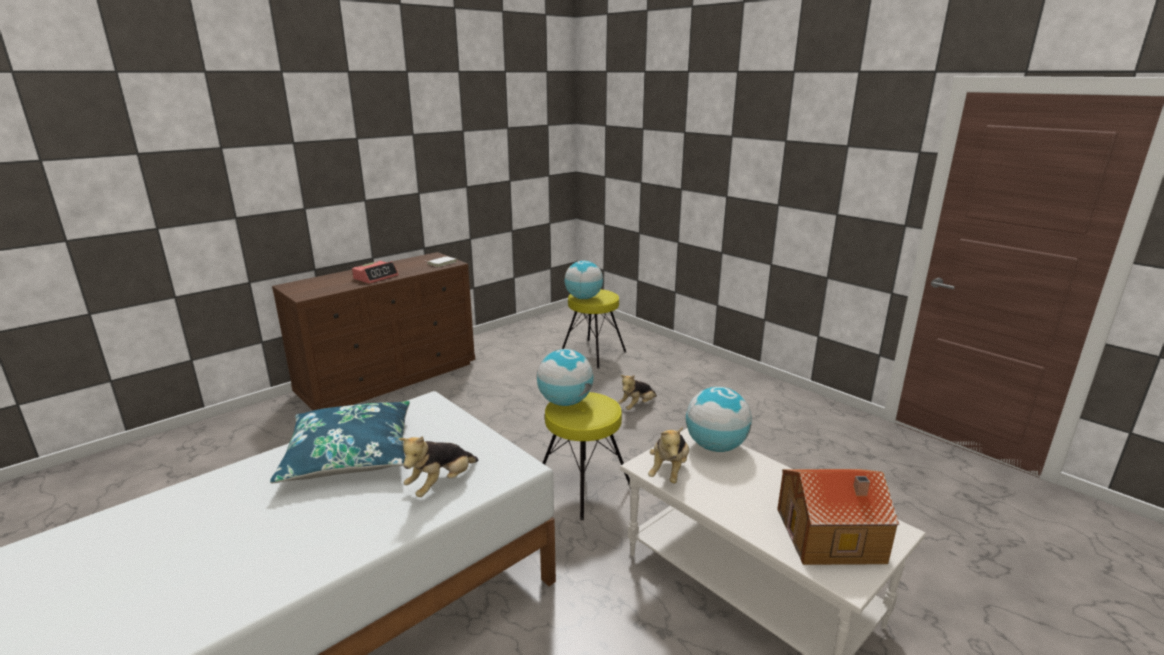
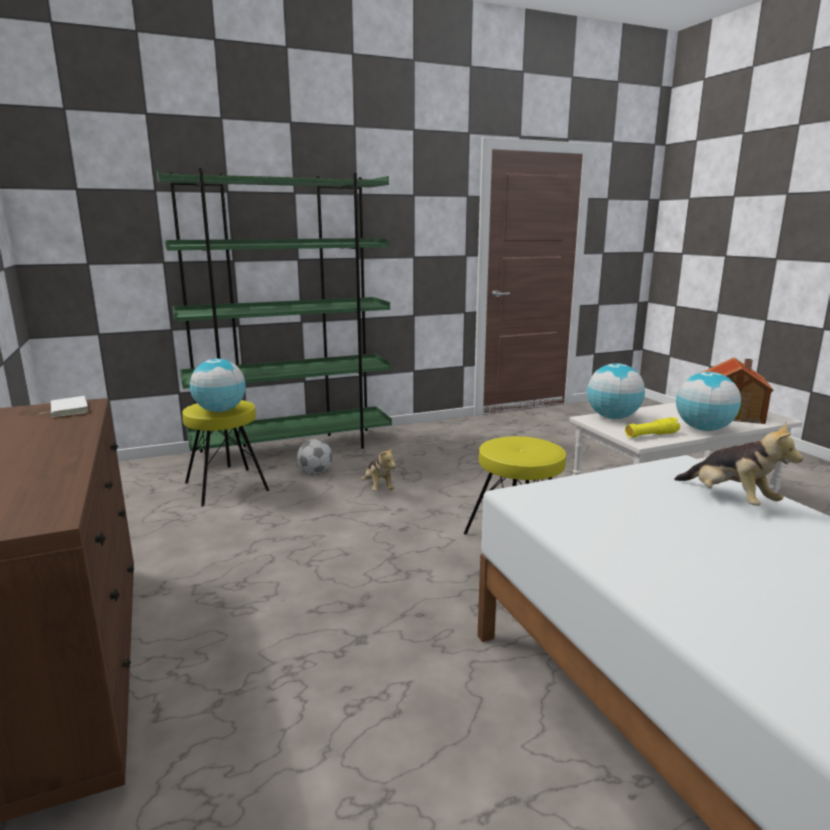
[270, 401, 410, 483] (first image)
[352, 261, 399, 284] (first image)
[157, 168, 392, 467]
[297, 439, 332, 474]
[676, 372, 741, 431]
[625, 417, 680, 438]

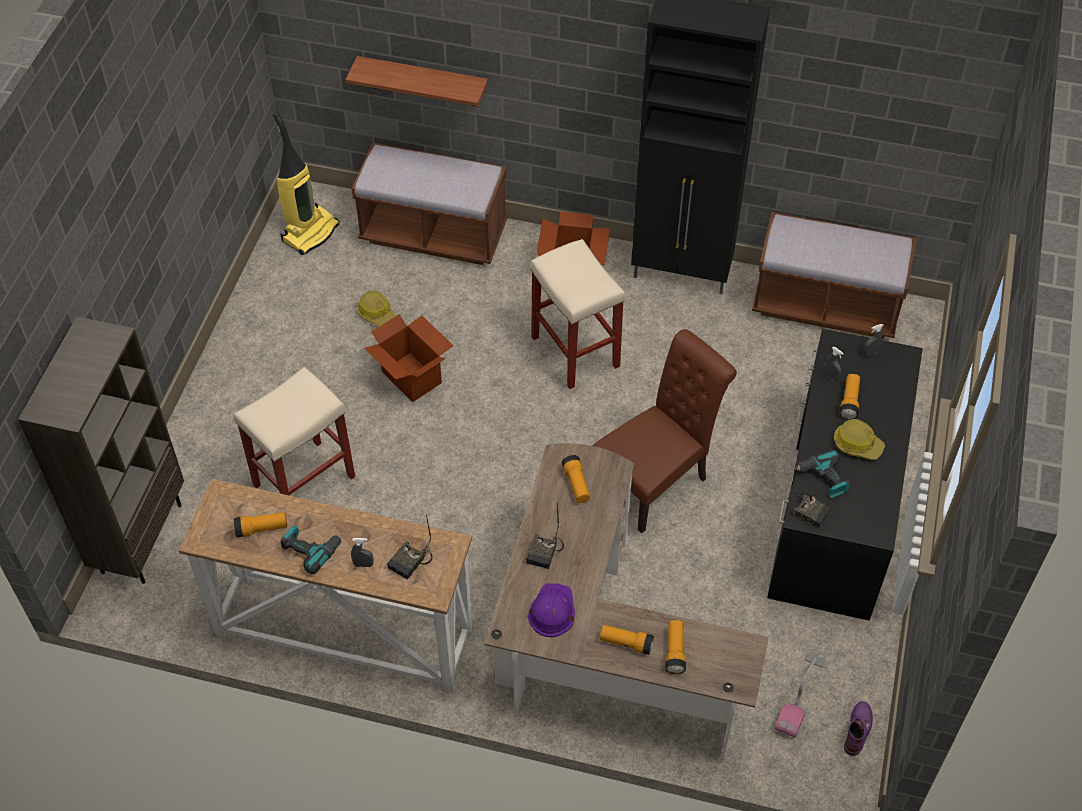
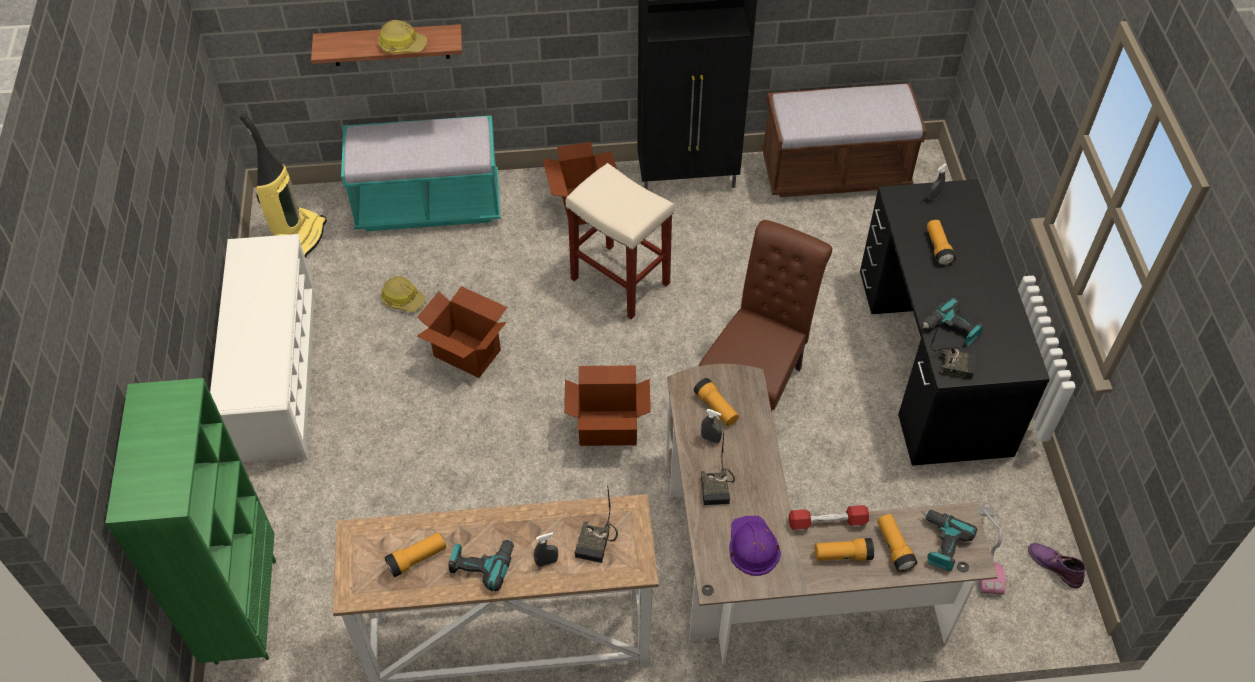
[234, 367, 355, 495] (first image)
[210, 234, 317, 462]
[564, 365, 651, 446]
[789, 505, 869, 530]
[922, 510, 977, 571]
[701, 409, 722, 443]
[378, 20, 427, 53]
[106, 378, 276, 665]
[341, 115, 501, 231]
[1028, 543, 1086, 588]

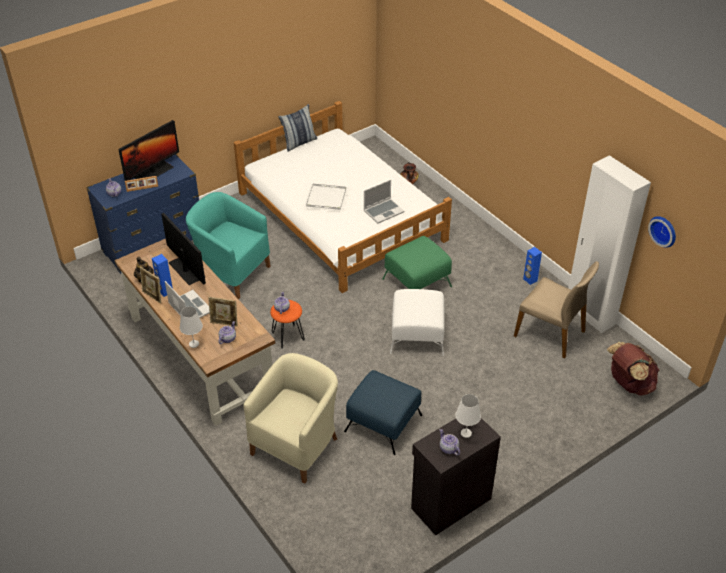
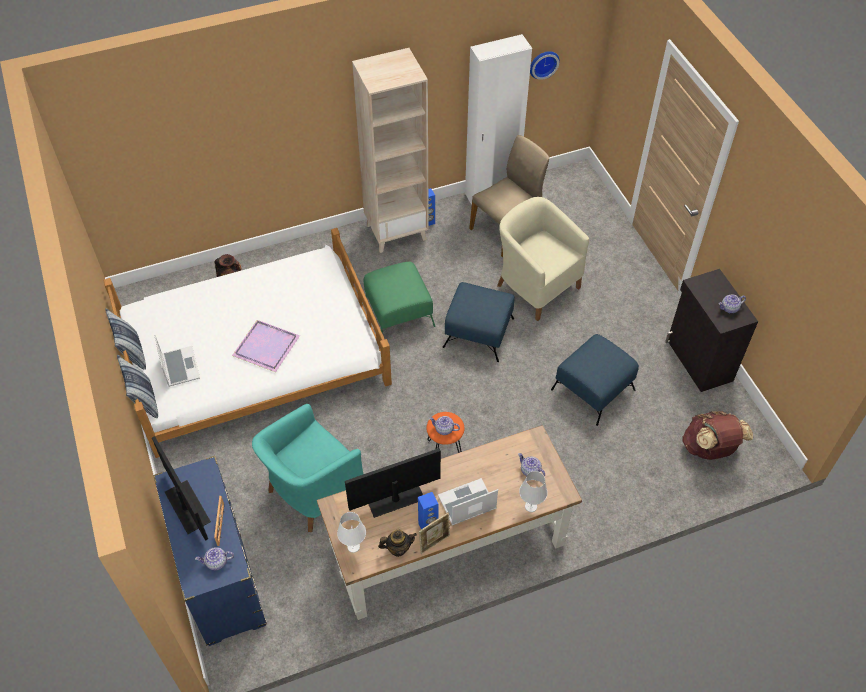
[208, 297, 238, 327] (first image)
[117, 355, 158, 418]
[352, 48, 429, 253]
[497, 197, 589, 321]
[155, 335, 200, 387]
[337, 512, 366, 553]
[682, 411, 753, 460]
[232, 320, 300, 372]
[443, 282, 515, 362]

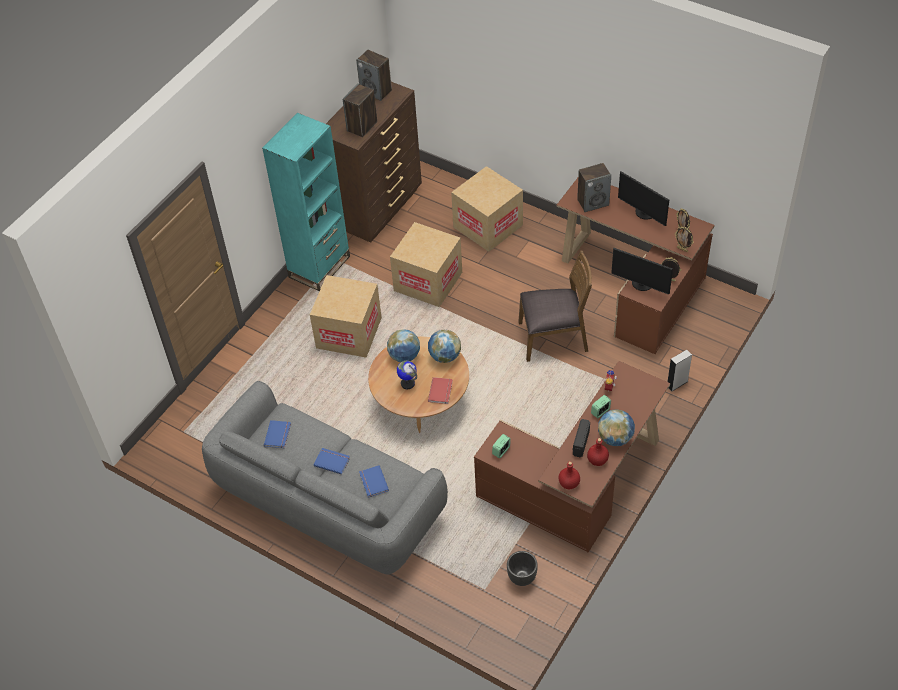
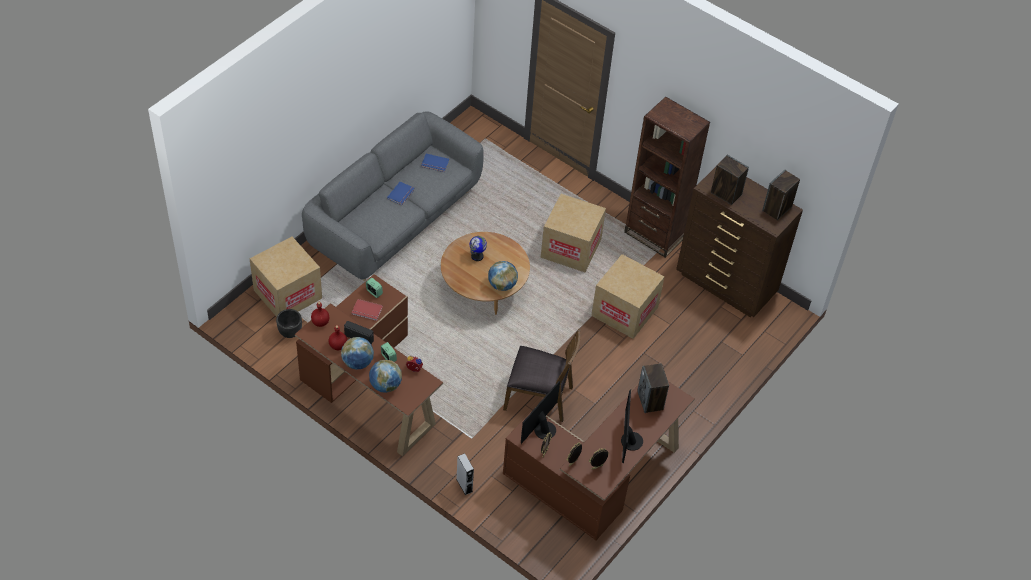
[359, 465, 389, 498] (first image)
[369, 360, 402, 393]
[351, 299, 383, 321]
[250, 237, 322, 317]
[624, 97, 710, 258]
[503, 329, 581, 422]
[621, 389, 643, 464]

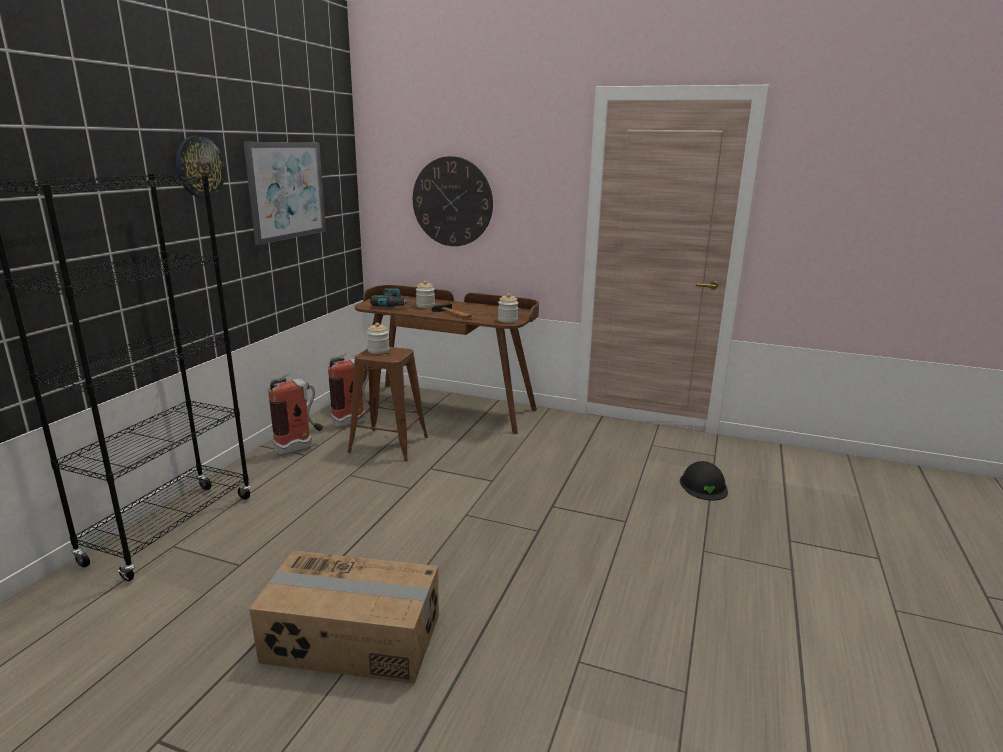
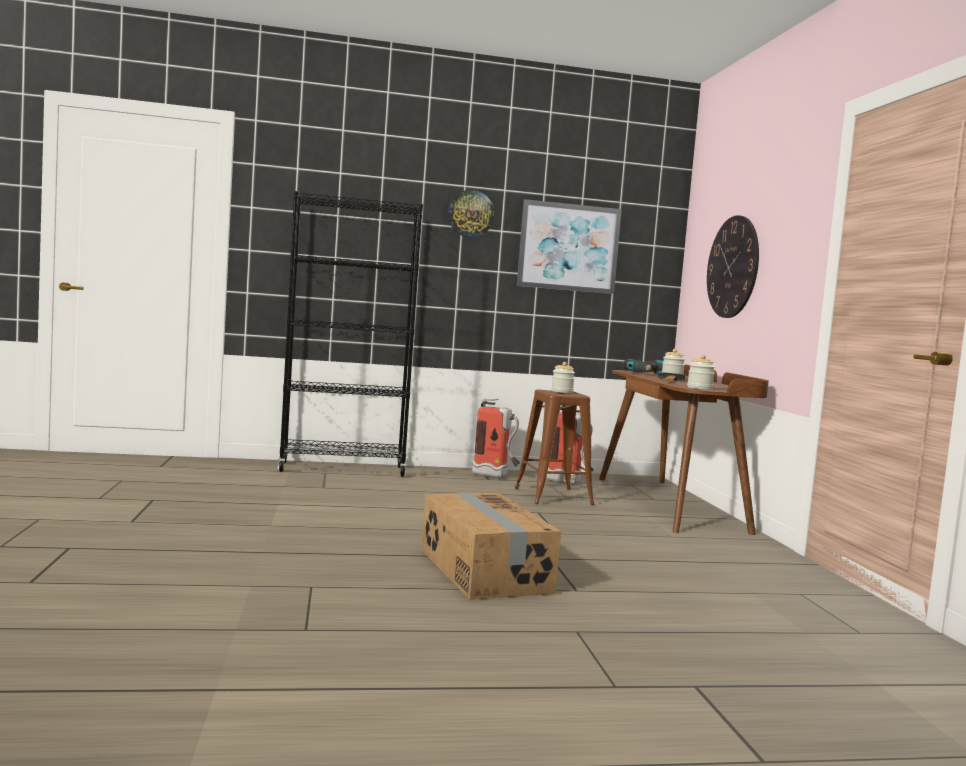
[680, 461, 728, 501] (first image)
[421, 493, 561, 600]

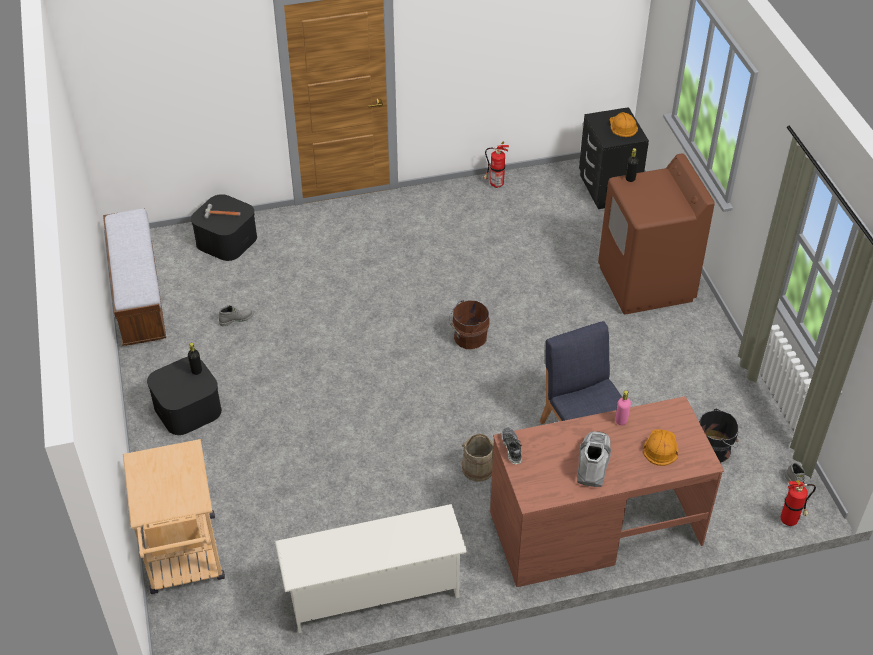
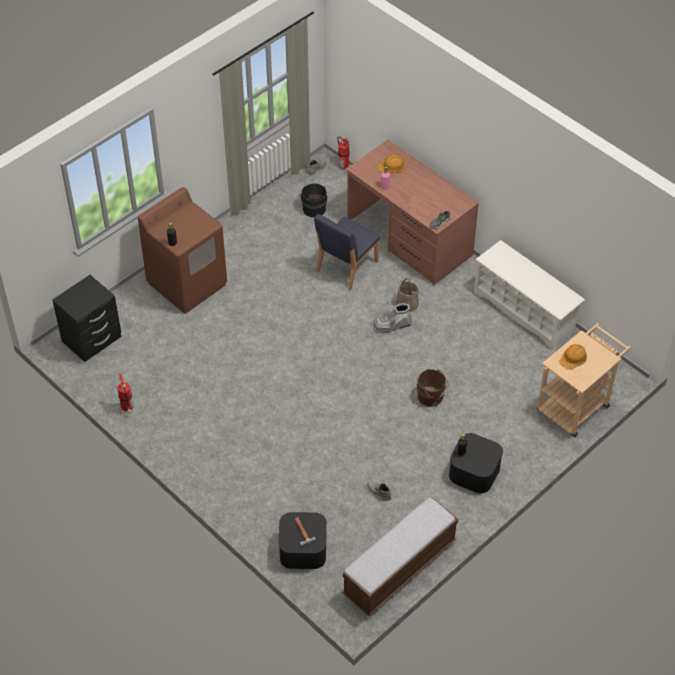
[417, 369, 448, 407]
[374, 303, 412, 332]
[559, 344, 587, 370]

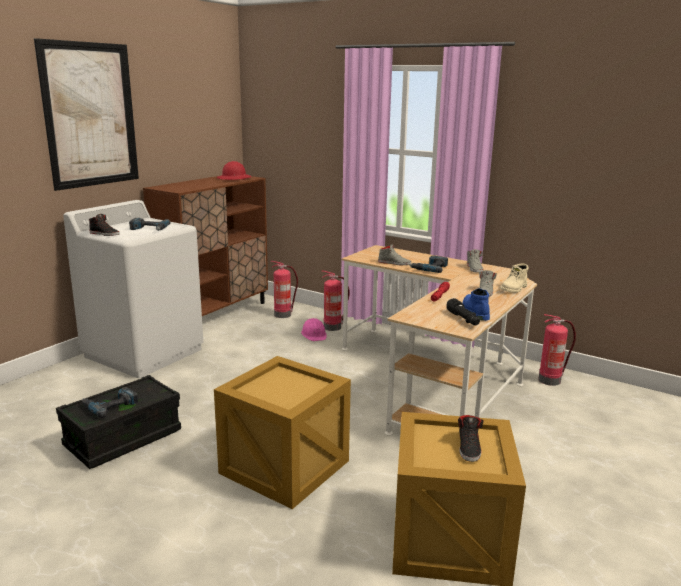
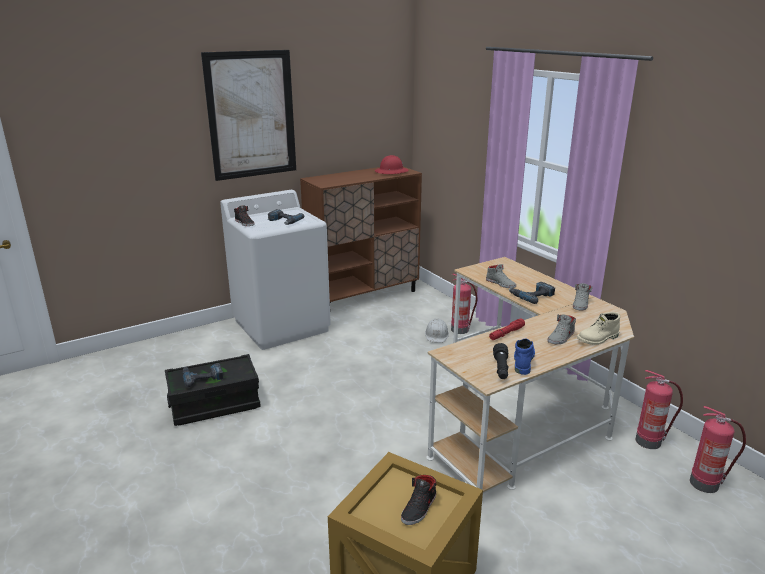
[214, 356, 351, 509] (first image)
[690, 406, 746, 493]
[425, 318, 449, 343]

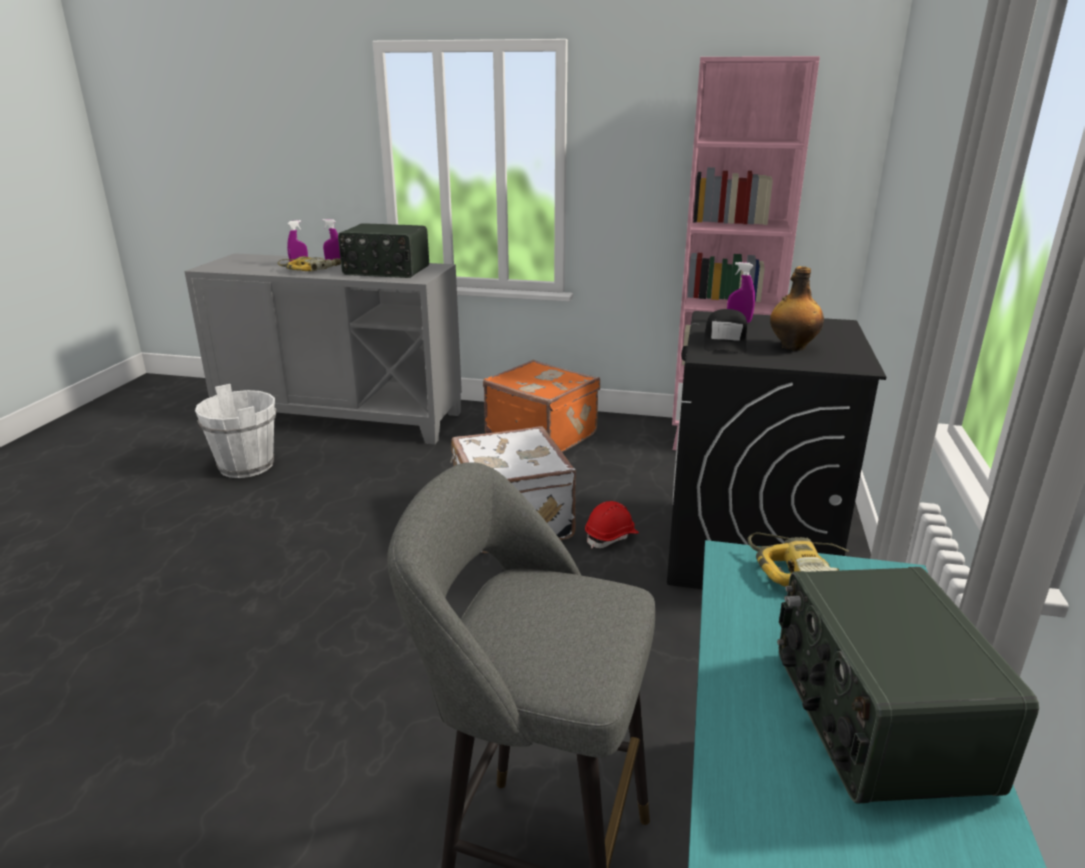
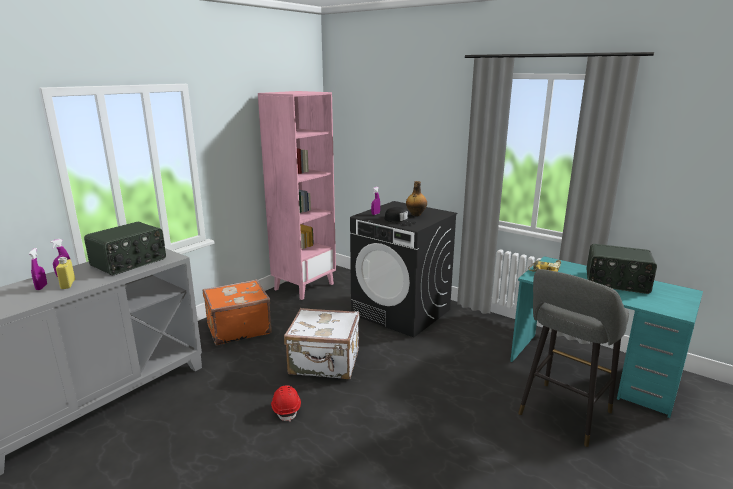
[195, 384, 277, 478] (first image)
[271, 385, 301, 422]
[56, 257, 75, 289]

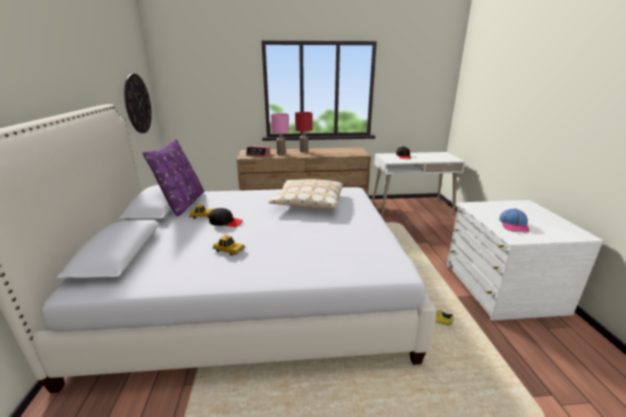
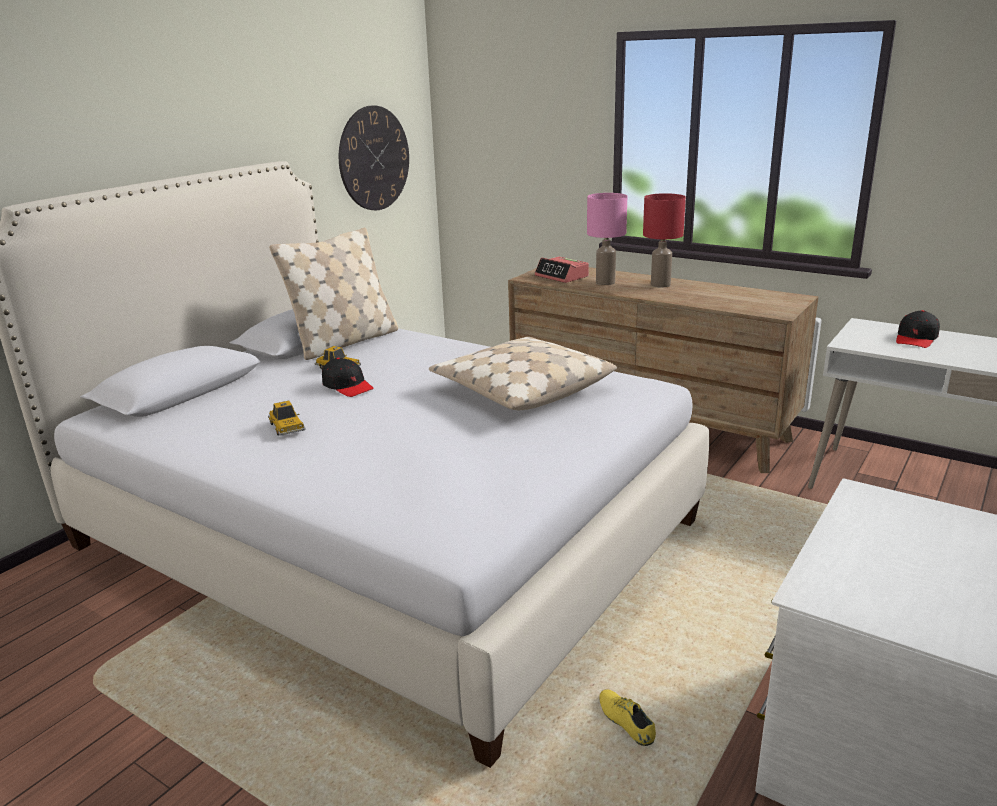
[499, 208, 530, 233] (first image)
[269, 227, 398, 360]

